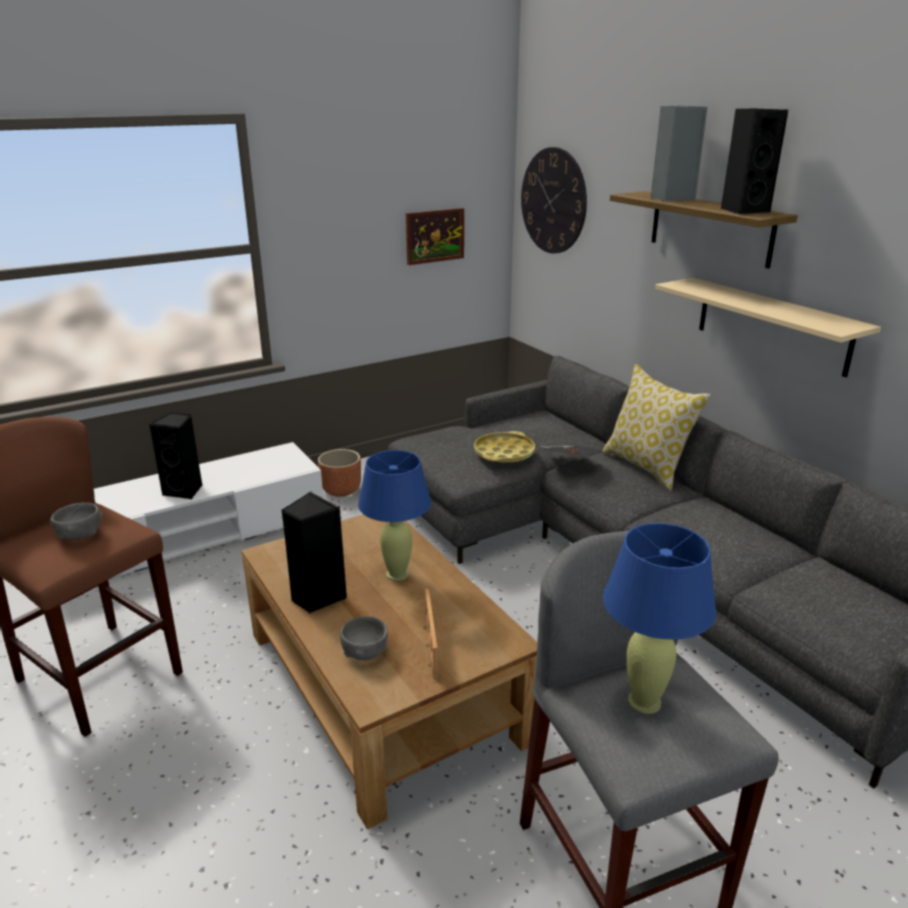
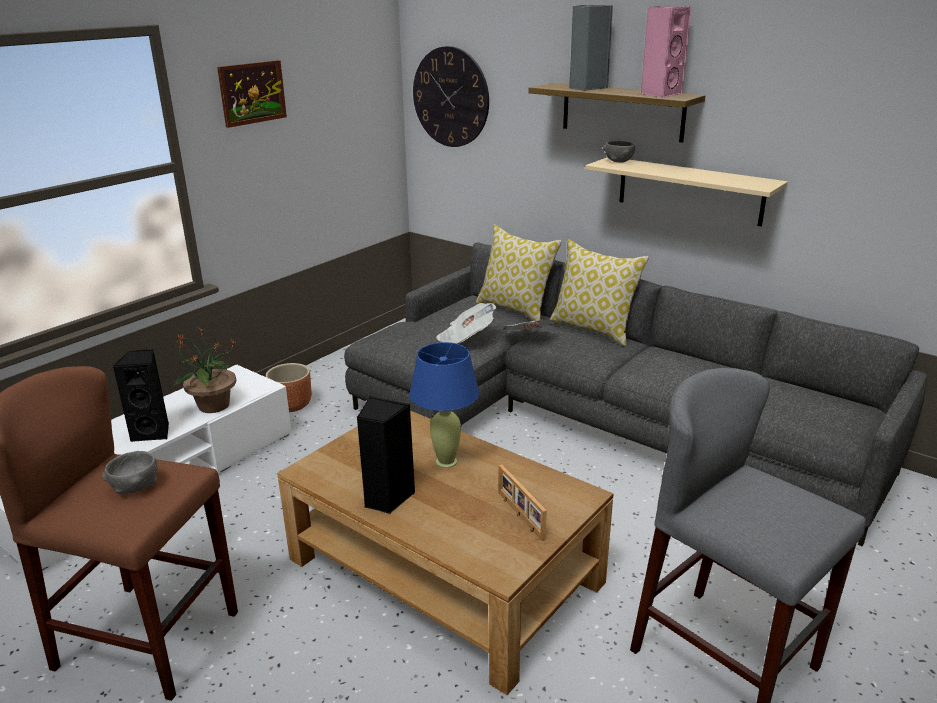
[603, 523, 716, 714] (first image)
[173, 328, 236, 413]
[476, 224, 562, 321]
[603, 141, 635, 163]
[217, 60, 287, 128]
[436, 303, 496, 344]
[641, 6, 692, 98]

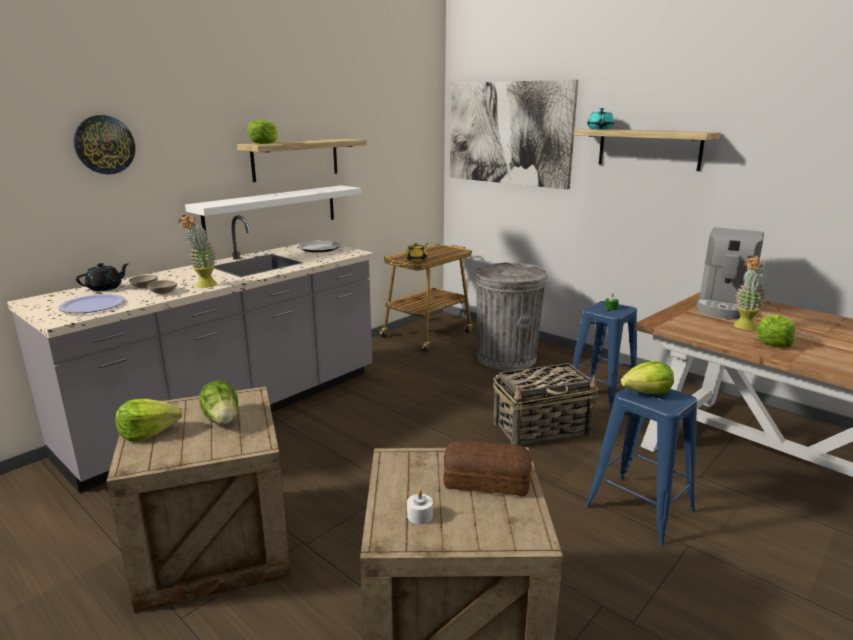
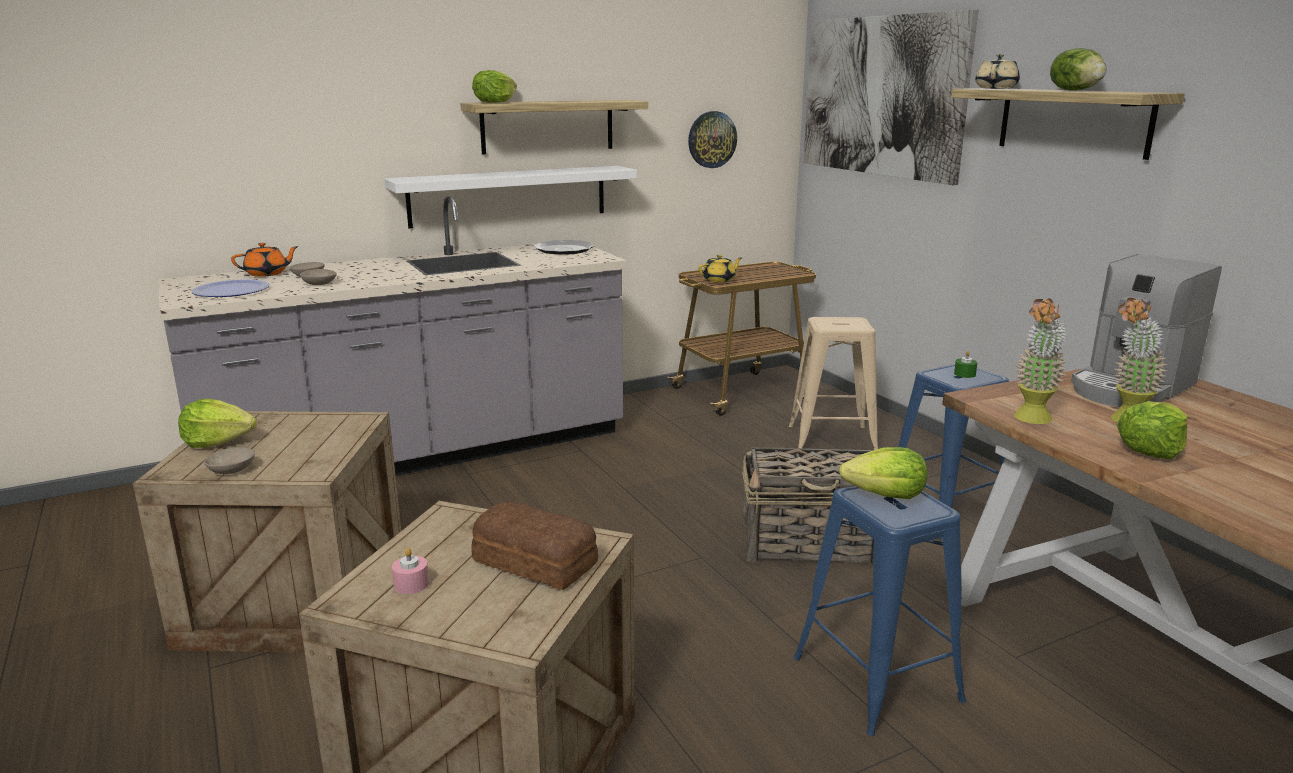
[204, 447, 255, 474]
[688, 111, 737, 168]
[1014, 298, 1066, 424]
[1050, 48, 1106, 91]
[789, 317, 878, 450]
[231, 243, 299, 277]
[392, 548, 429, 594]
[975, 54, 1020, 89]

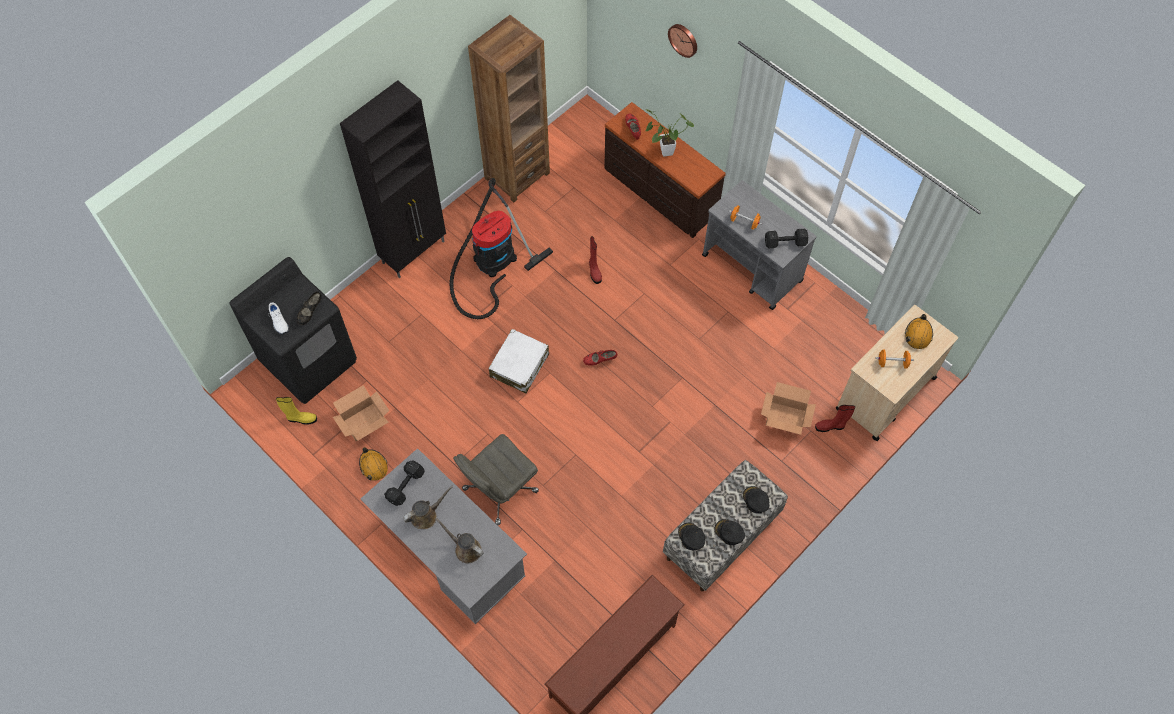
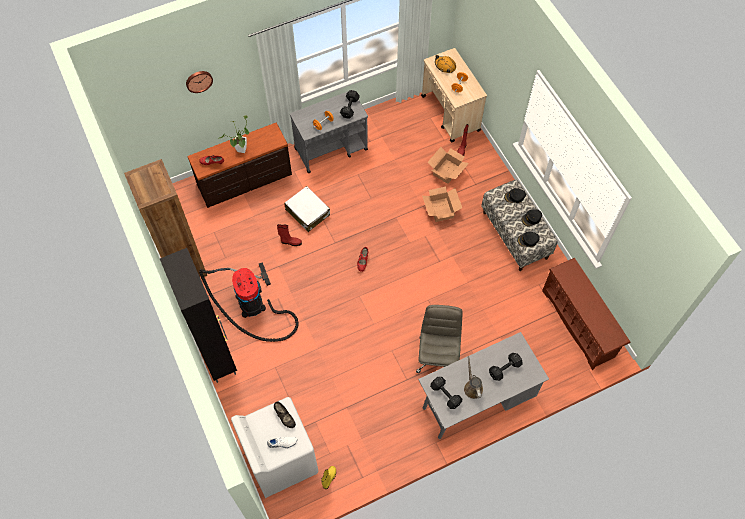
[359, 447, 388, 481] (first image)
[422, 187, 462, 222]
[285, 186, 330, 232]
[489, 353, 523, 381]
[231, 397, 318, 498]
[416, 305, 463, 373]

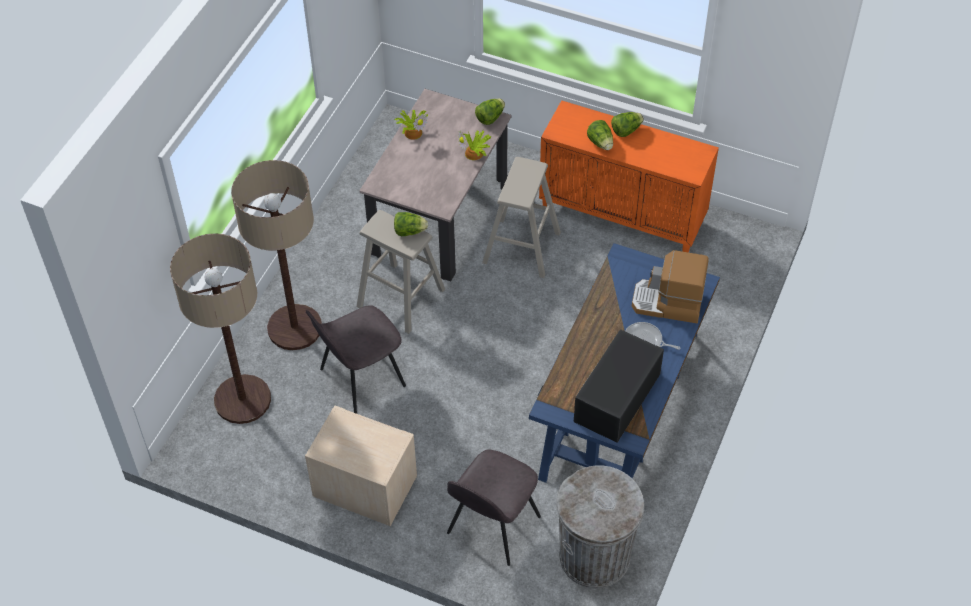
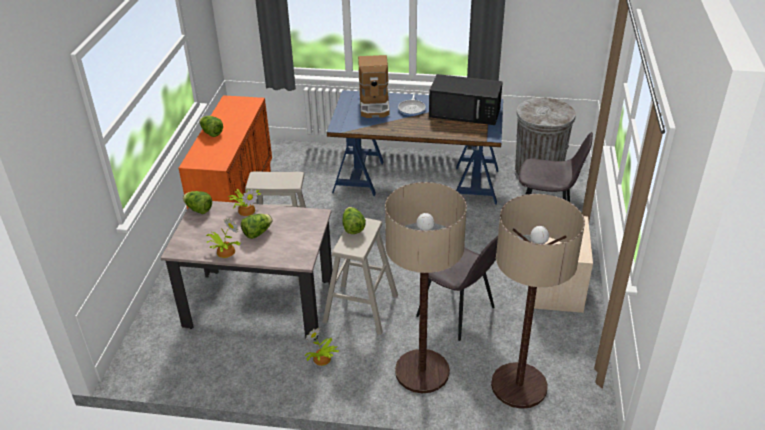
[305, 328, 339, 366]
[241, 214, 273, 239]

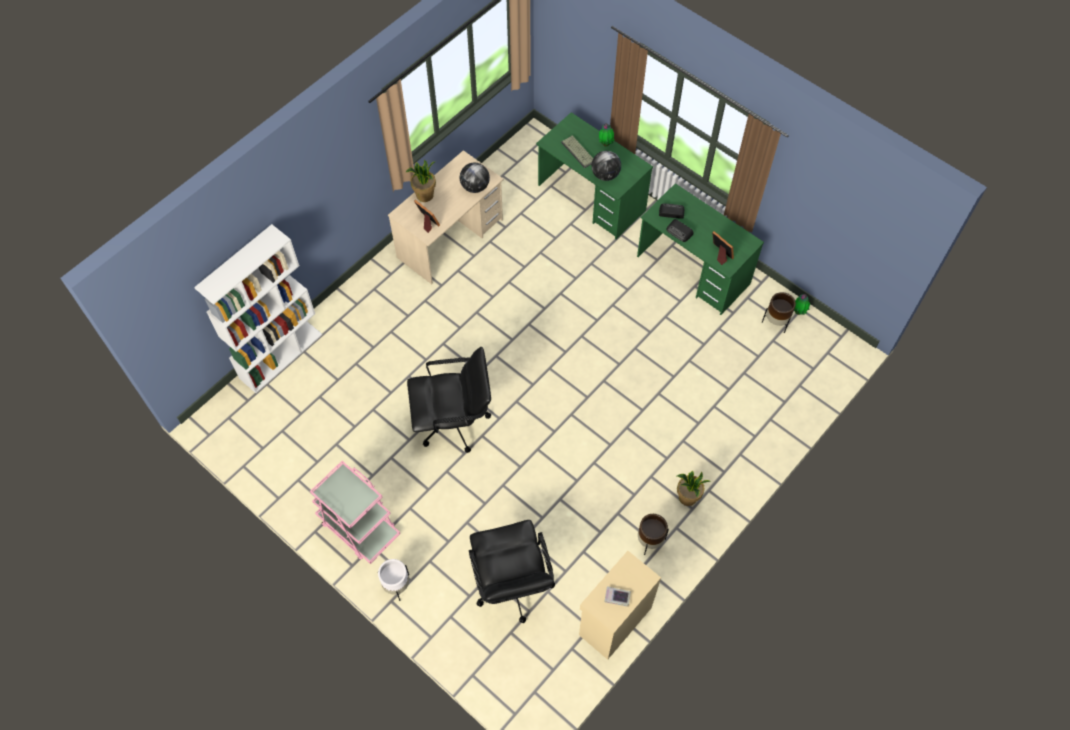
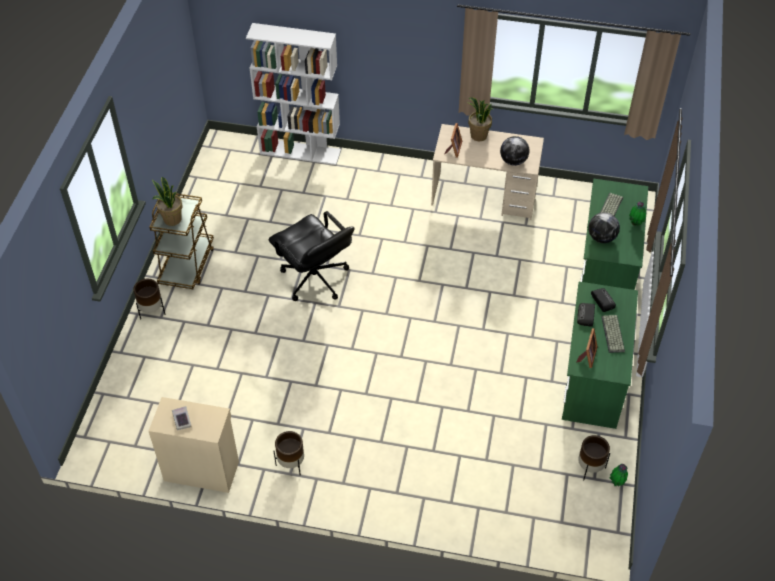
[469, 520, 555, 623] (first image)
[601, 315, 625, 353]
[152, 177, 183, 226]
[149, 193, 214, 289]
[133, 279, 165, 319]

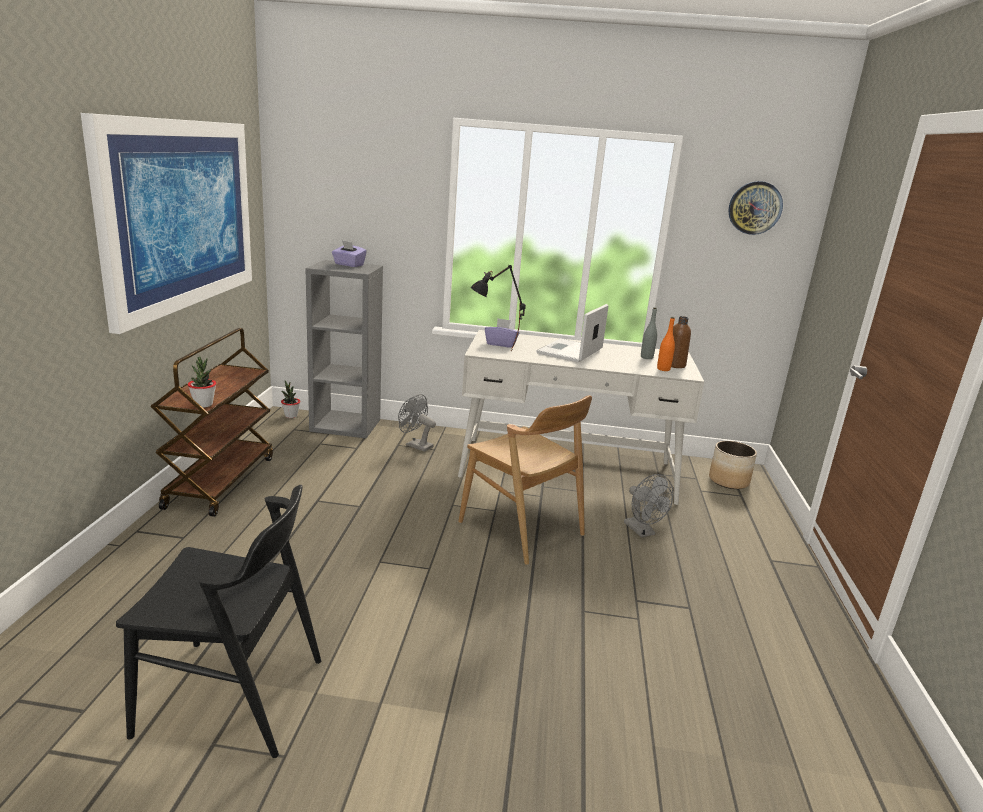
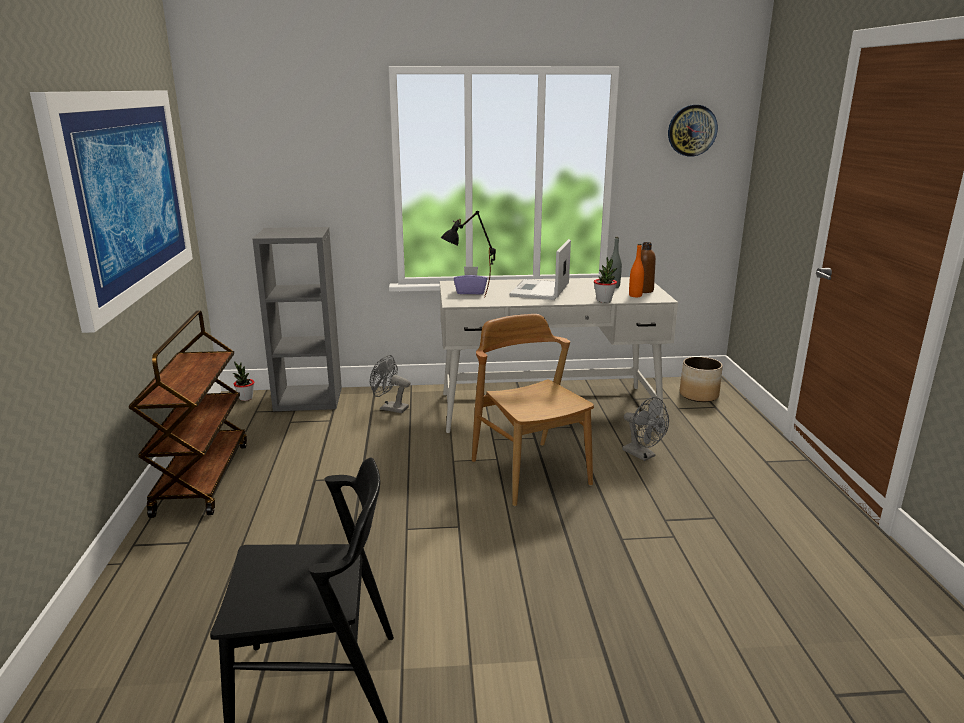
[332, 240, 367, 267] (first image)
[594, 257, 617, 303]
[472, 314, 594, 506]

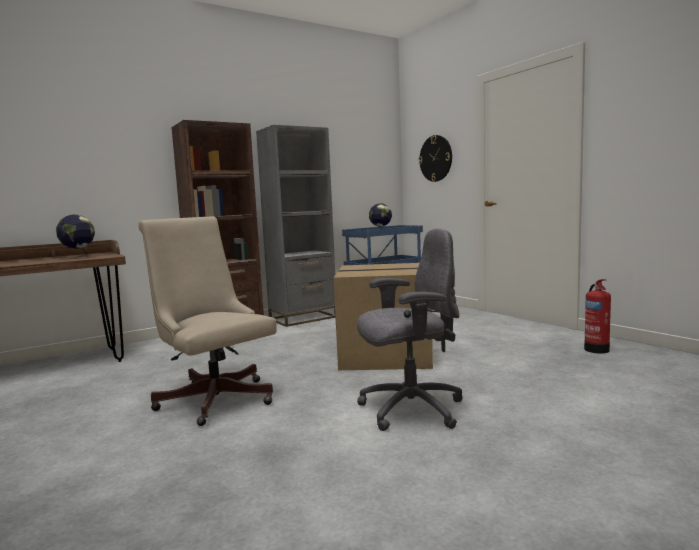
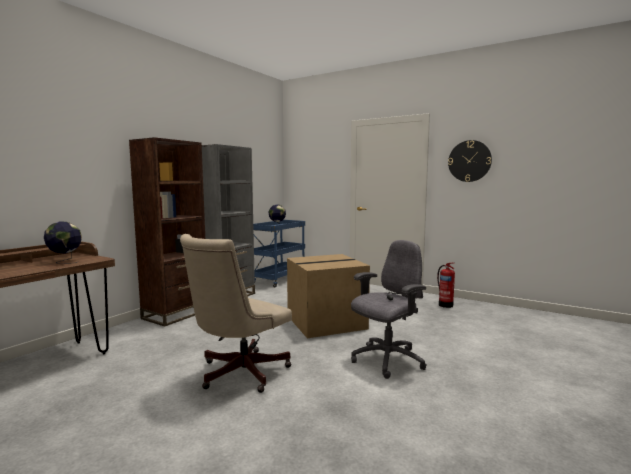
[448, 140, 492, 182]
[180, 234, 292, 393]

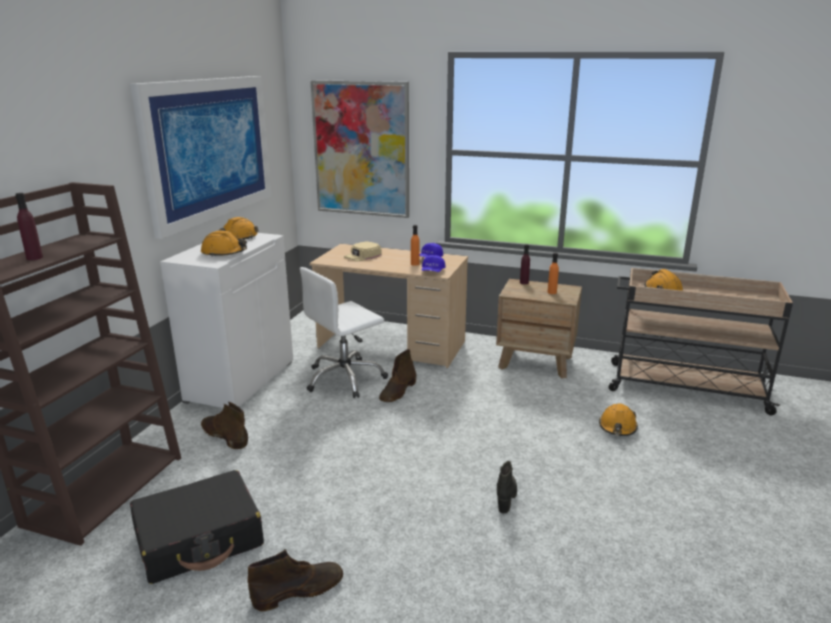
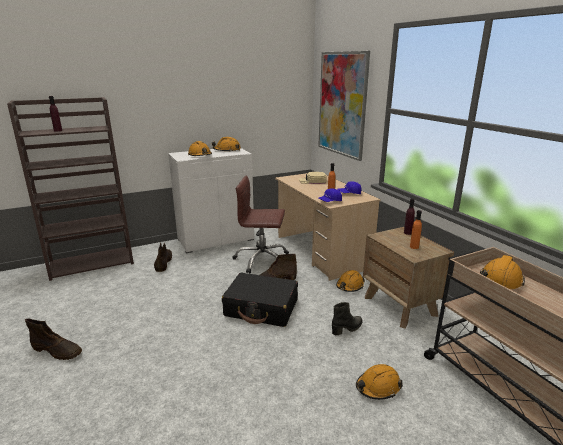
[130, 76, 272, 239] (first image)
[336, 270, 365, 292]
[222, 272, 298, 327]
[332, 302, 363, 335]
[232, 176, 289, 273]

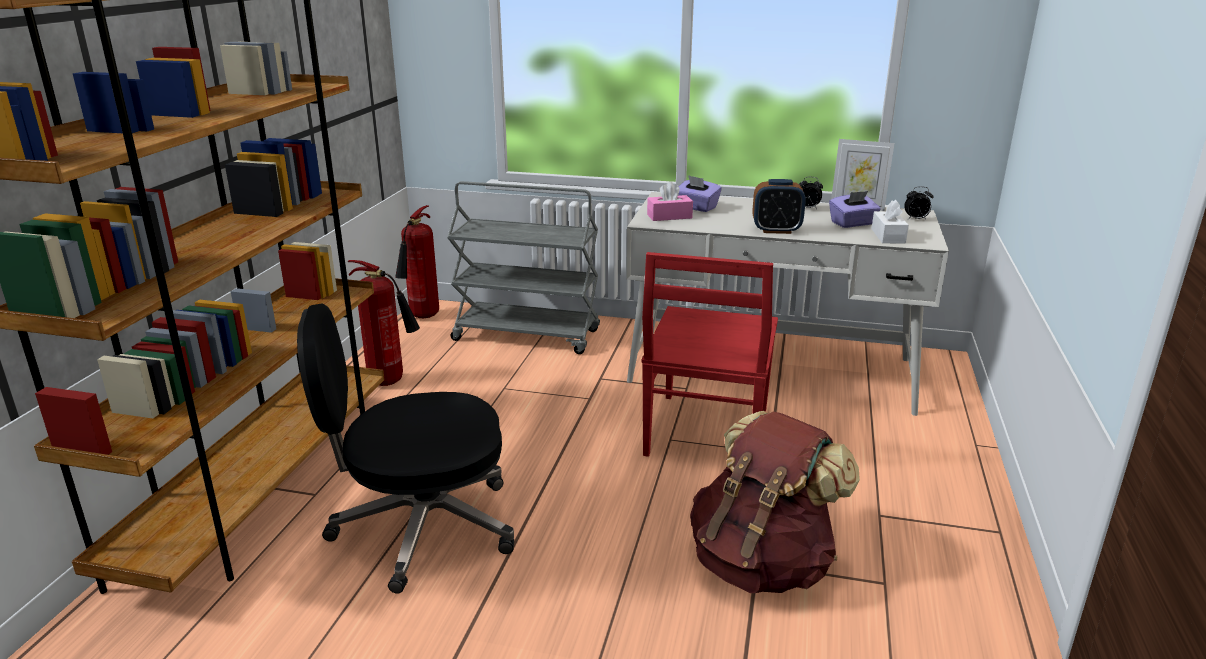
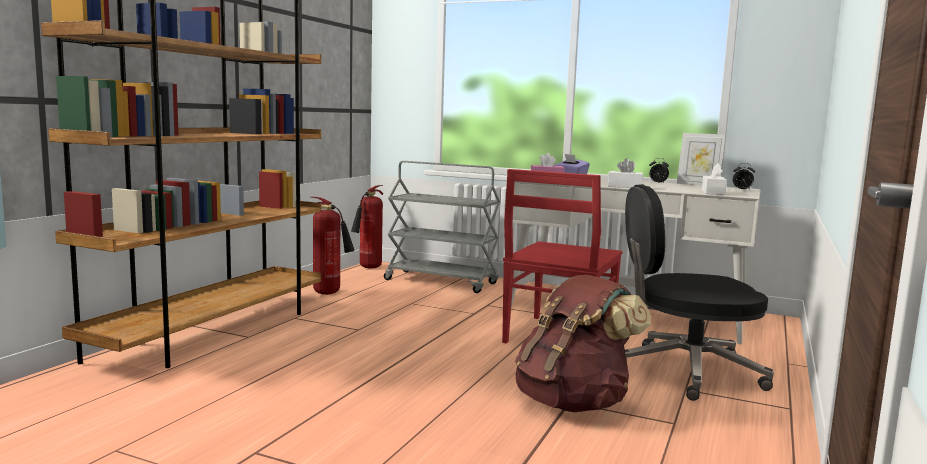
[829, 191, 881, 228] (first image)
[625, 184, 774, 401]
[608, 158, 643, 188]

